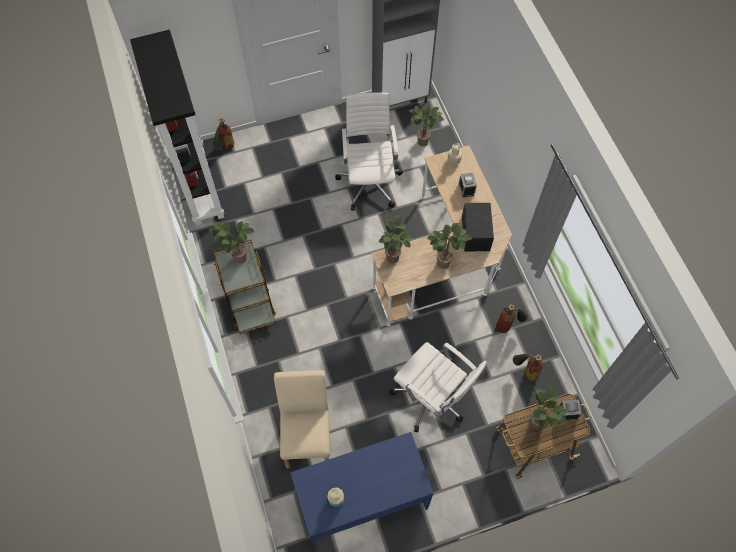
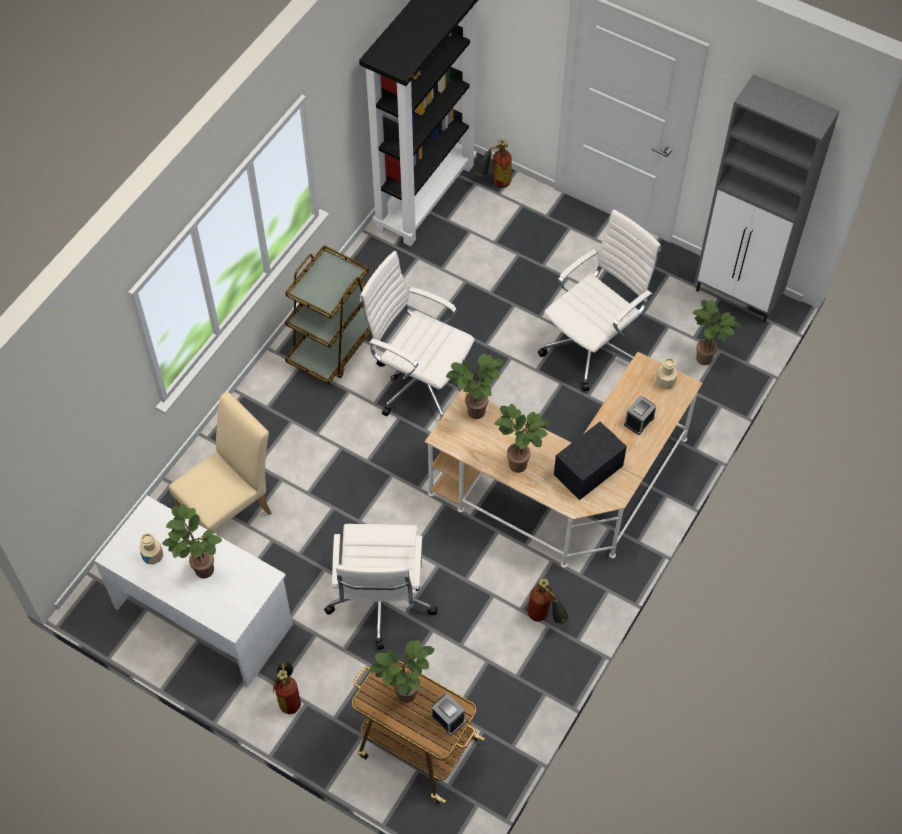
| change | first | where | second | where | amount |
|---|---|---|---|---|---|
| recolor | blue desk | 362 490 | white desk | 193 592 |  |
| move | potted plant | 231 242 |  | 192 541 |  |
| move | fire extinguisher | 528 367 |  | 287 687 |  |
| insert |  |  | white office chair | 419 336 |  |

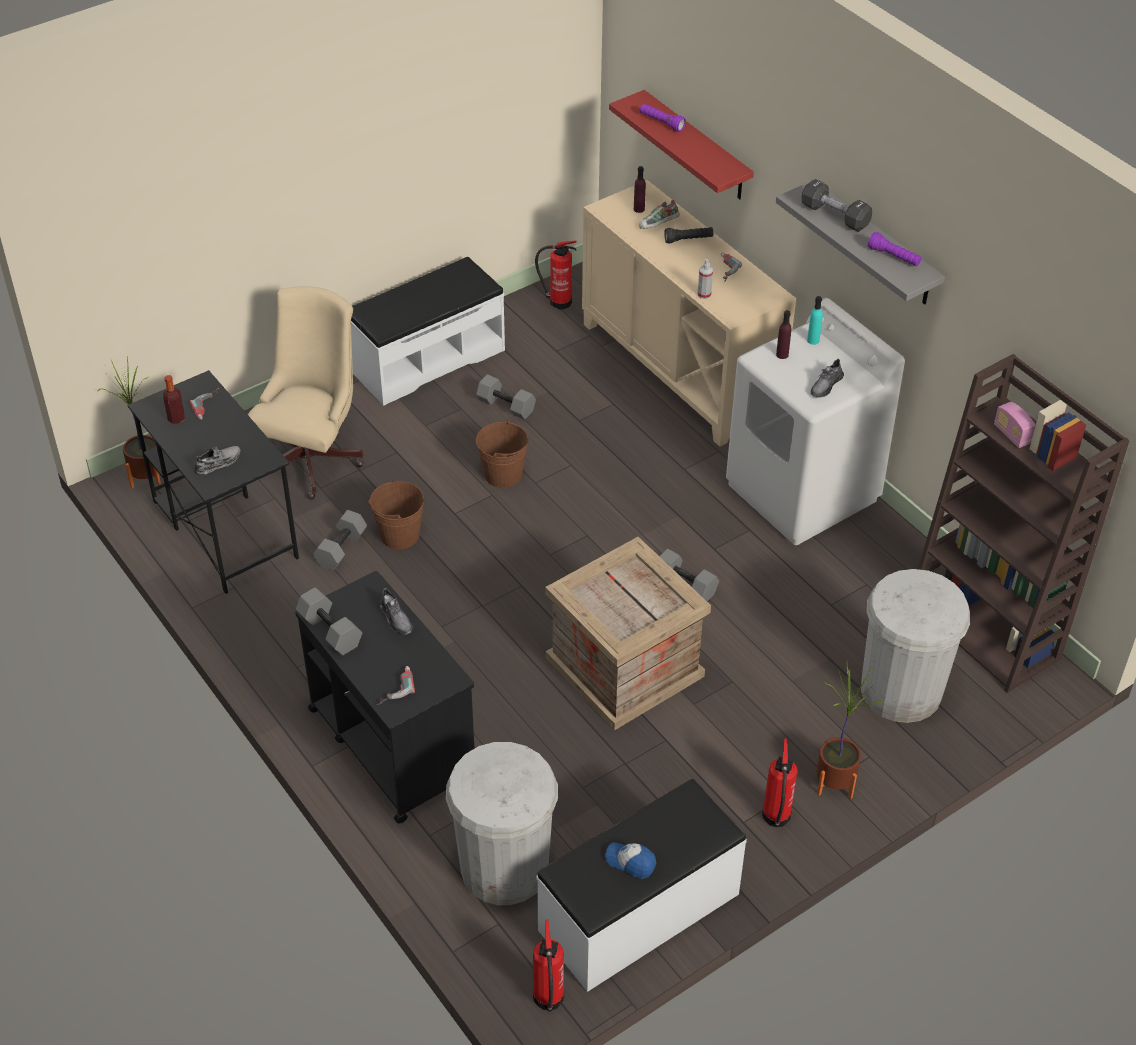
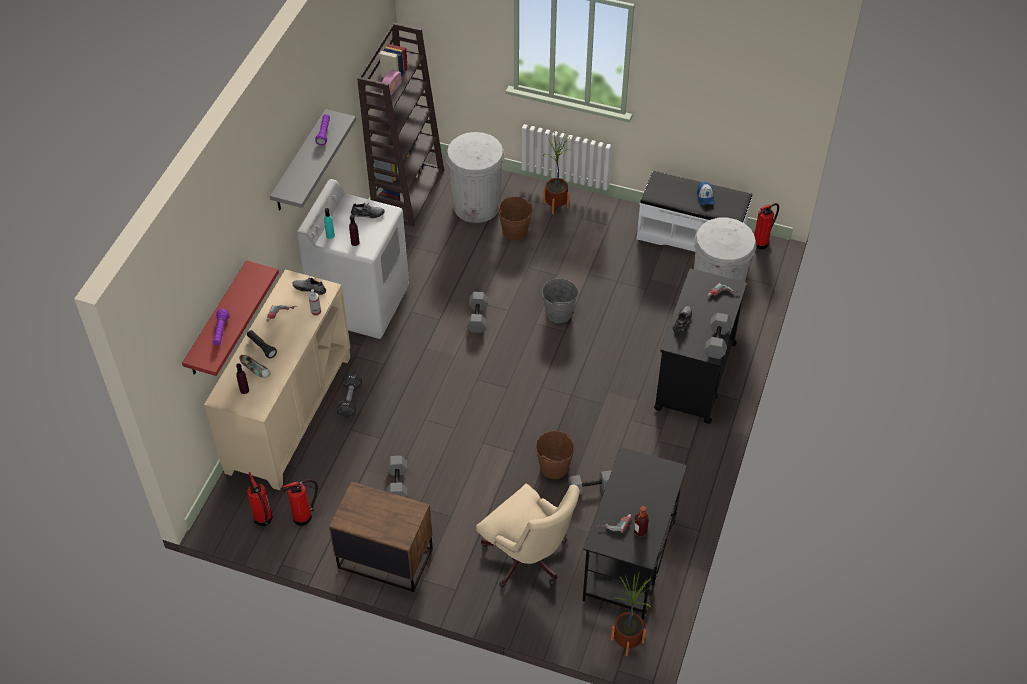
| change | first | where | second | where | amount |
|---|---|---|---|---|---|
| move | fire extinguisher | 780 782 |  | 300 502 |  |
| move | grey shoe | 217 460 |  | 309 286 |  |
| replace | white bench | 428 331 | brown nightstand | 381 536 |  |
| move | black dumbbell | 837 205 |  | 349 395 |  |
| rotate | beige office chair | 305 392 |  | 528 535 | 120 degrees counterclockwise |
| move | brown bucket | 502 454 |  | 515 219 |  |
| replace | crate | 628 633 | grey bucket | 560 300 |  |

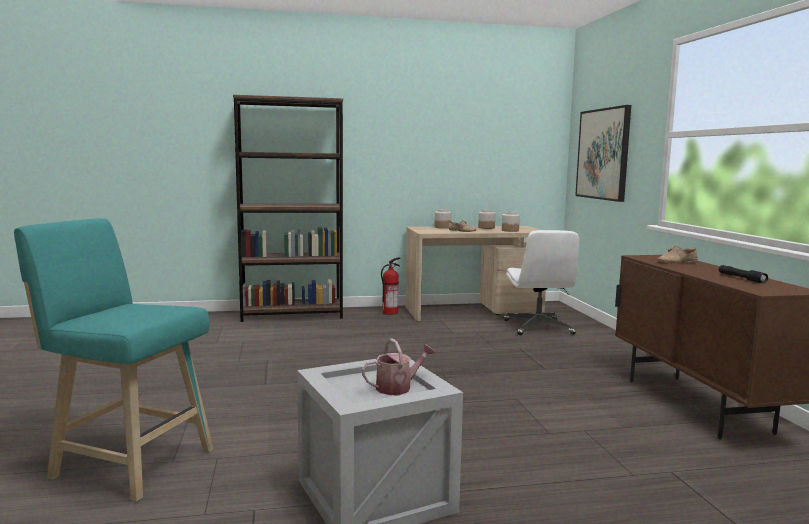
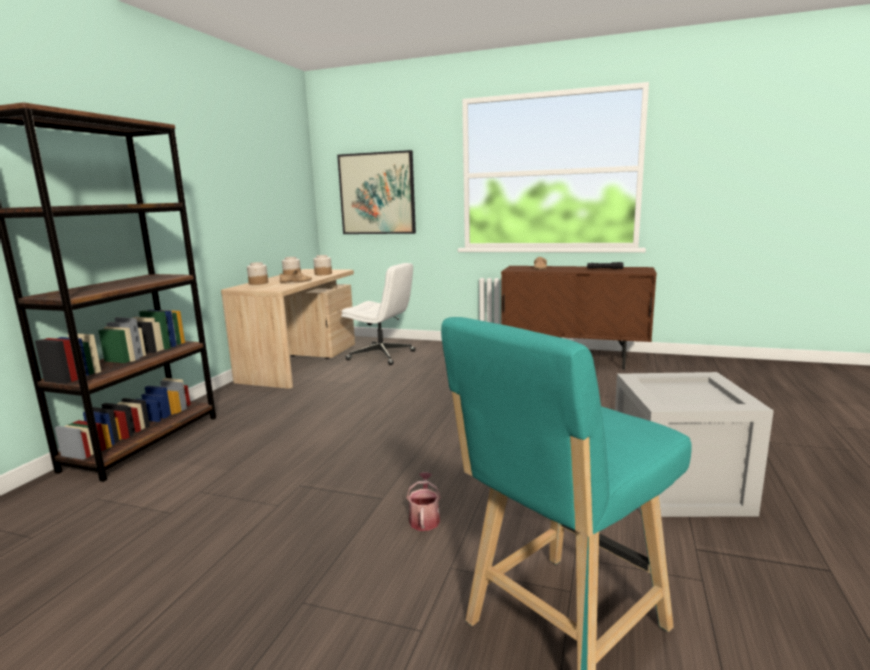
| change | first | where | second | where | amount |
|---|---|---|---|---|---|
| move | watering can | 399 366 |  | 423 501 |  |
| delete | fire extinguisher | 391 286 |  |  |  |

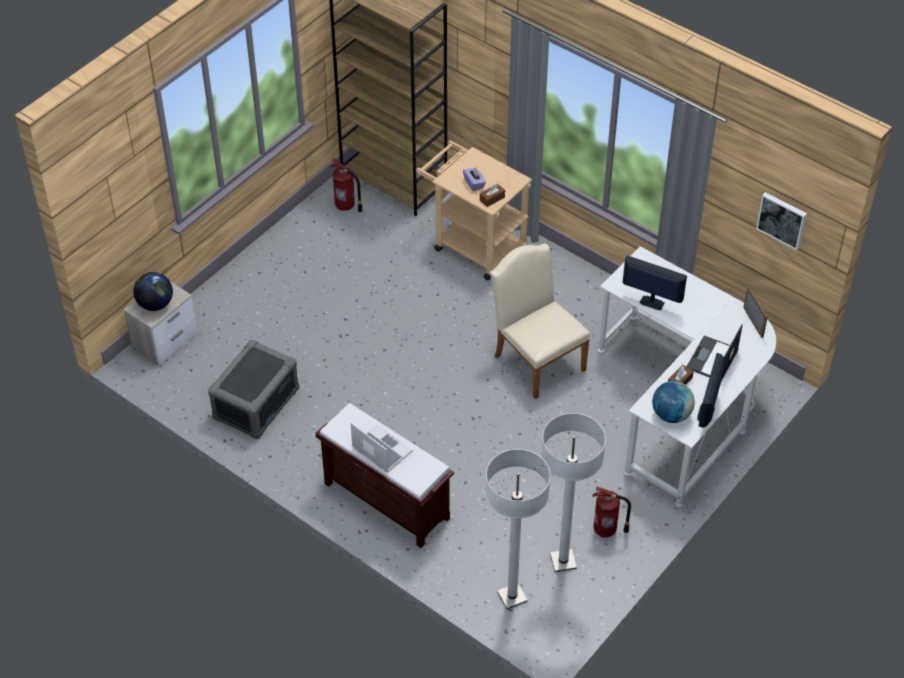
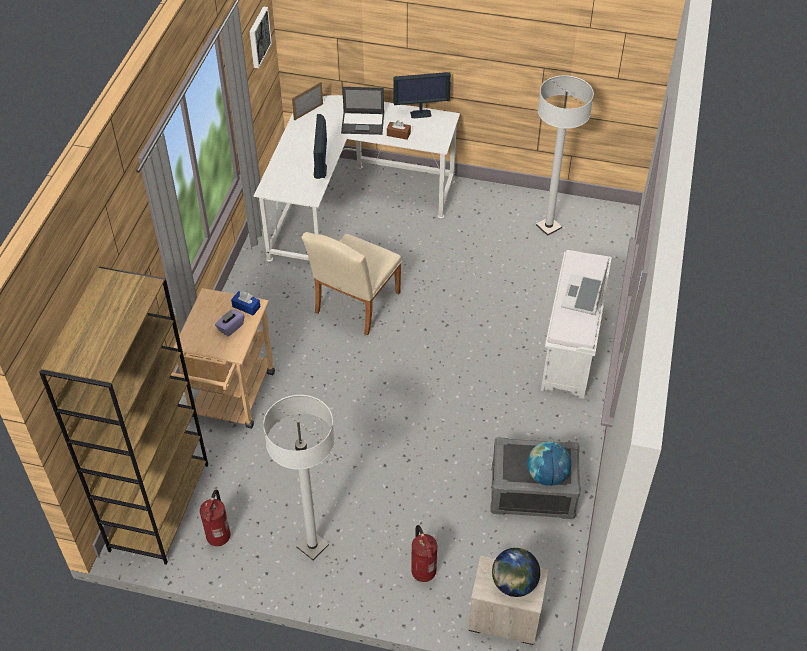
| change | first | where | second | where | amount |
|---|---|---|---|---|---|
| recolor | brown tissue box | 492 195 | blue tissue box | 245 303 |  |
| move | white floor lamp | 518 529 |  | 299 477 |  |
| move | fire extinguisher | 611 512 |  | 424 553 |  |
| move | globe | 673 402 |  | 549 464 |  |
| recolor | brown bench | 384 475 | white bench | 576 324 |  |

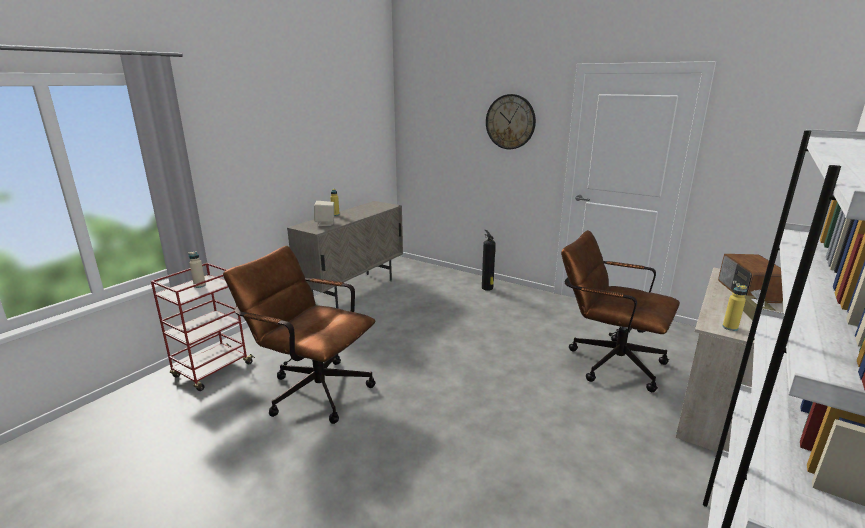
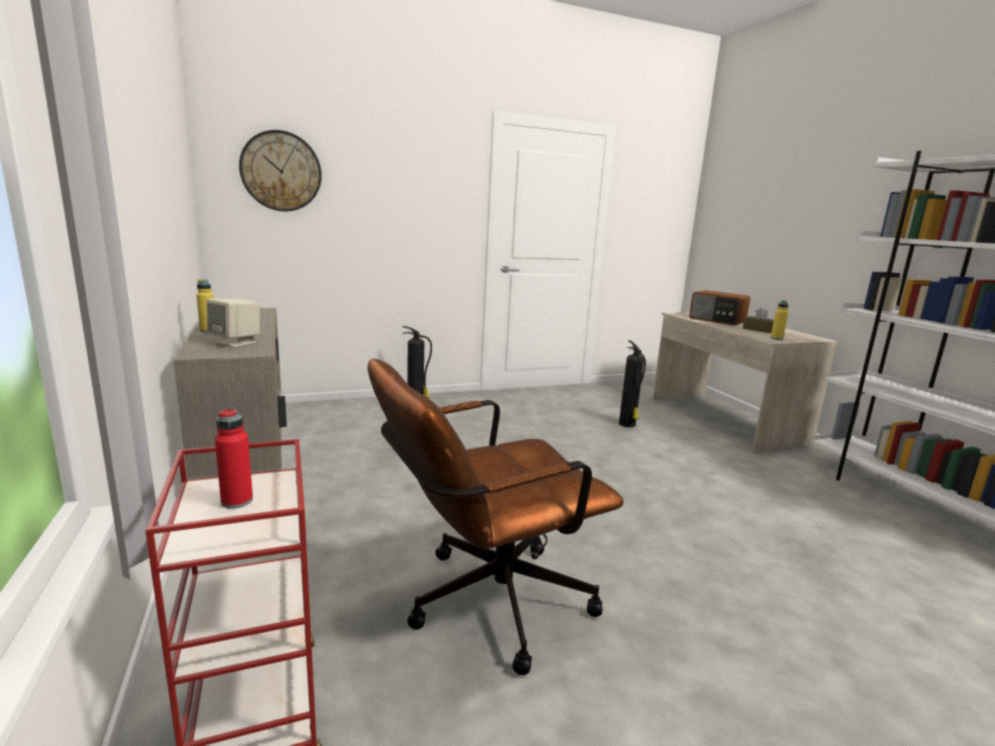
| change | first | where | second | where | amount |
|---|---|---|---|---|---|
| recolor | beige bottle | 197 269 | red bottle | 234 458 |  |
| move | wall clock | 511 121 |  | 280 170 |  |
| replace | brown office chair | 620 311 | fire extinguisher | 632 383 |  |

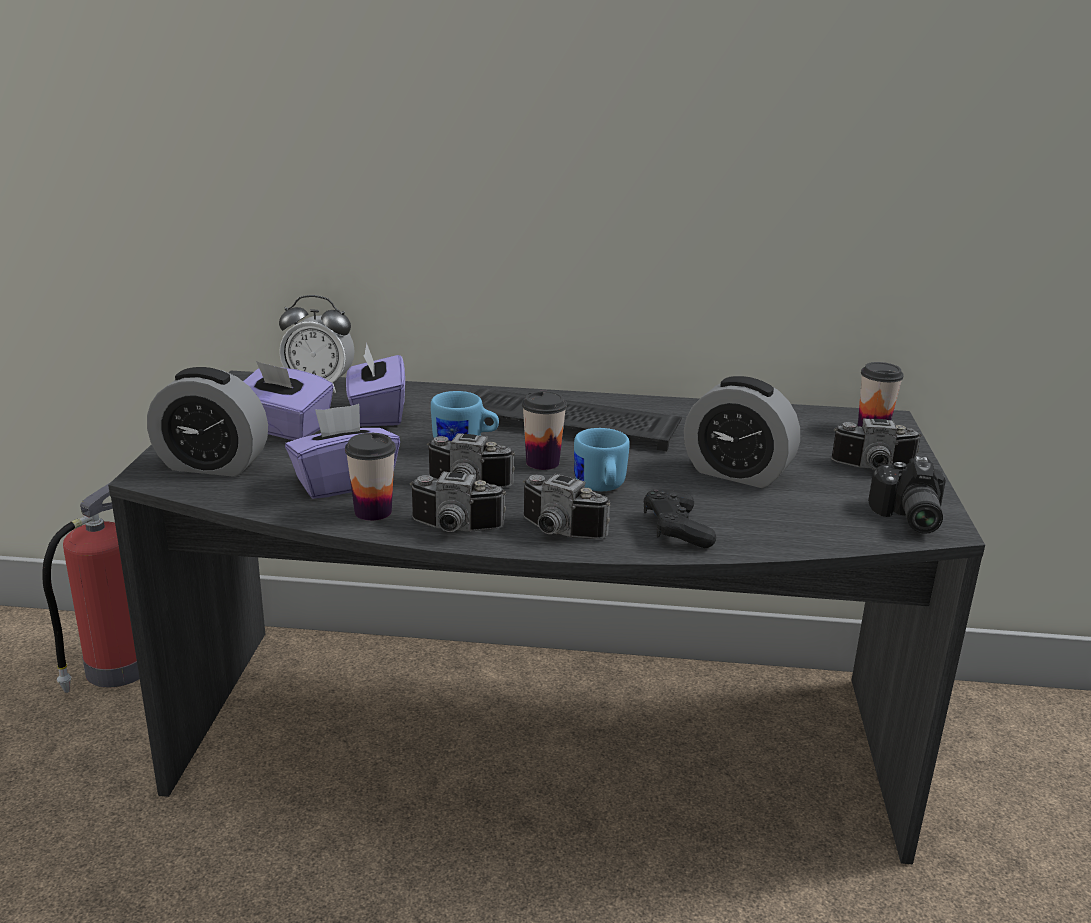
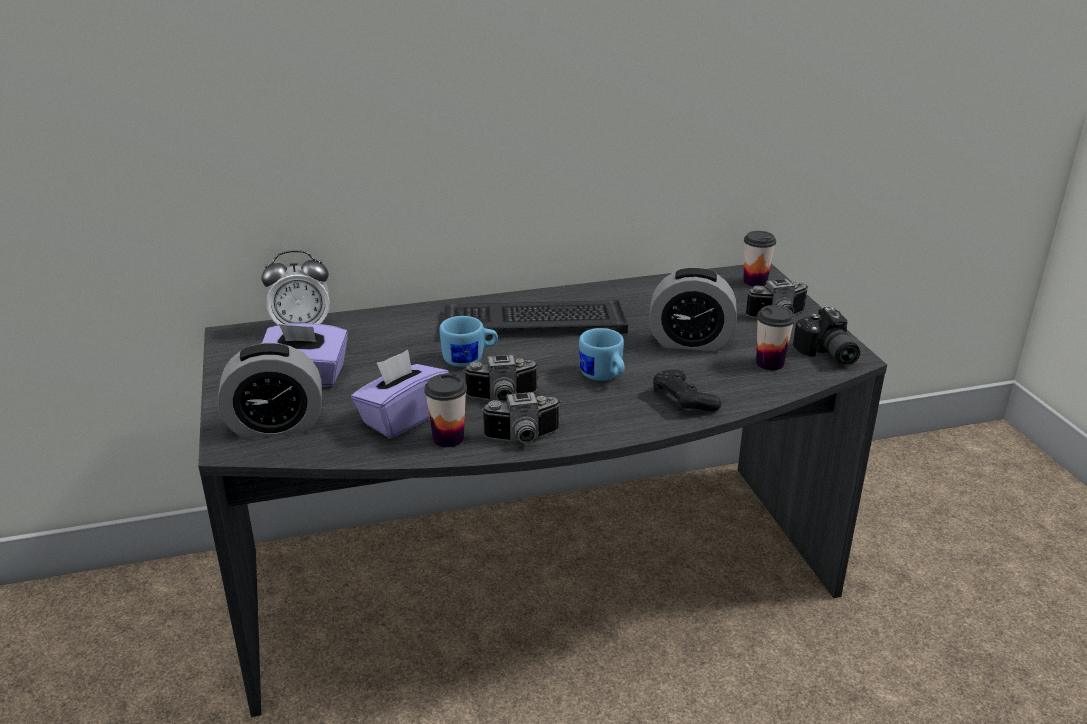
| change | first | where | second | where | amount |
|---|---|---|---|---|---|
| move | cup | 544 430 |  | 775 338 |  |
| delete | fire extinguisher | 91 587 |  |  |  |
| delete | purple tissue box | 375 384 |  |  |  |
| delete | photo camera | 567 506 |  |  |  |

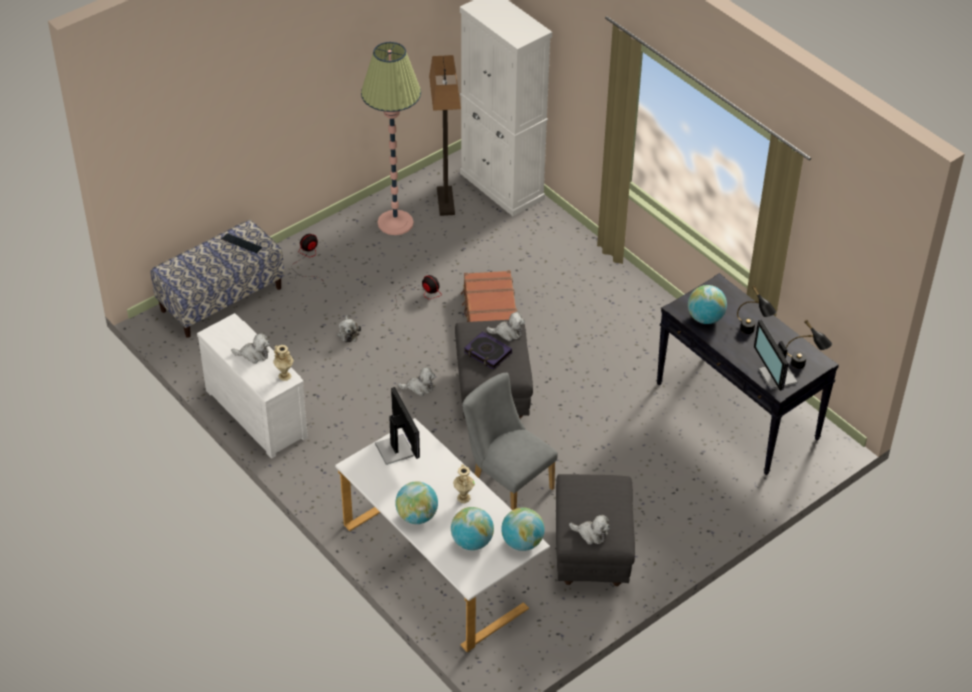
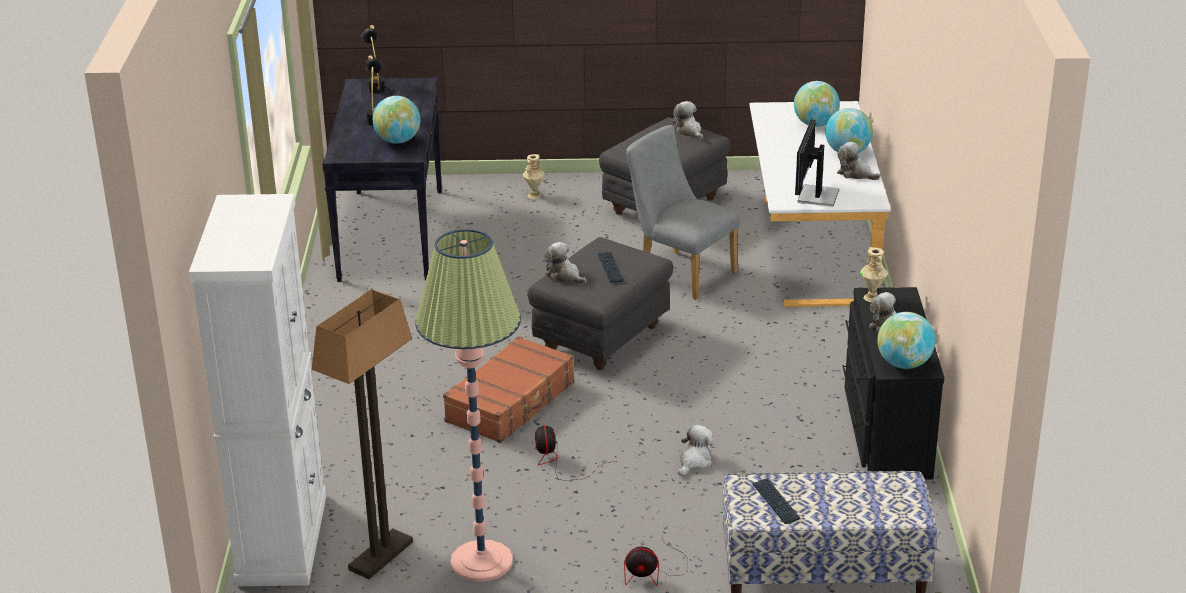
| change | first | where | second | where | amount |
|---|---|---|---|---|---|
| move | beige vase | 464 483 |  | 534 176 |  |
| replace | book | 488 350 | keyboard | 610 267 |  |
| rotate | grey chair | 510 441 |  | 683 212 | 135 degrees clockwise |
| move | plush toy | 416 381 |  | 859 161 |  |
| recolor | white dresser | 252 386 | black dresser | 893 383 |  |
| move | globe | 523 529 |  | 906 340 |  |
| delete | monitor | 776 355 |  |  |  |

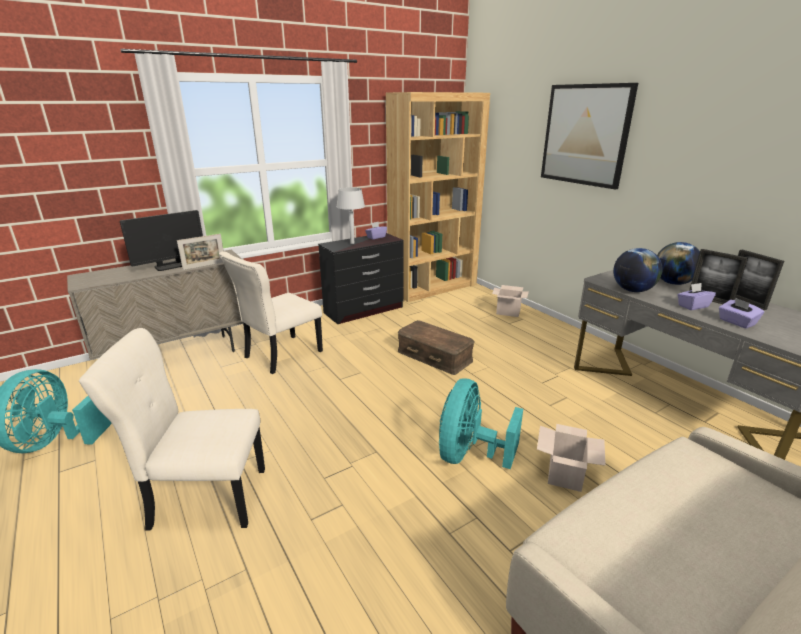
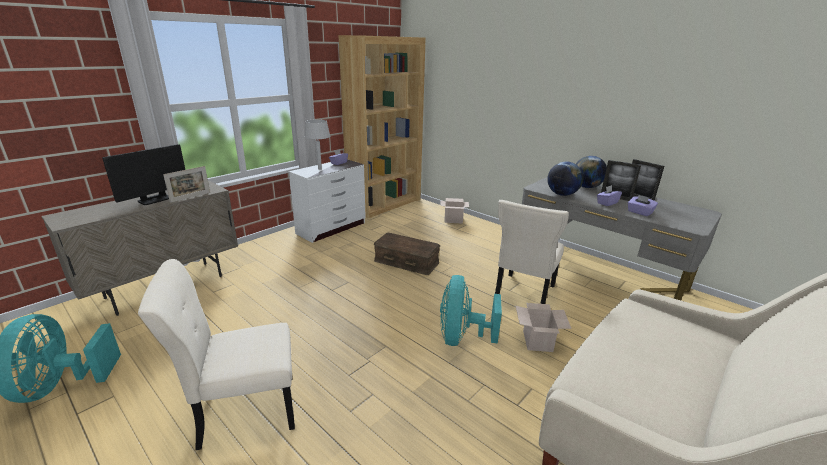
| change | first | where | second | where | amount |
|---|---|---|---|---|---|
| recolor | black dresser | 361 278 | white dresser | 327 201 |  |
| move | beige chair | 271 312 |  | 532 252 |  |
| delete | picture | 589 136 |  |  |  |

